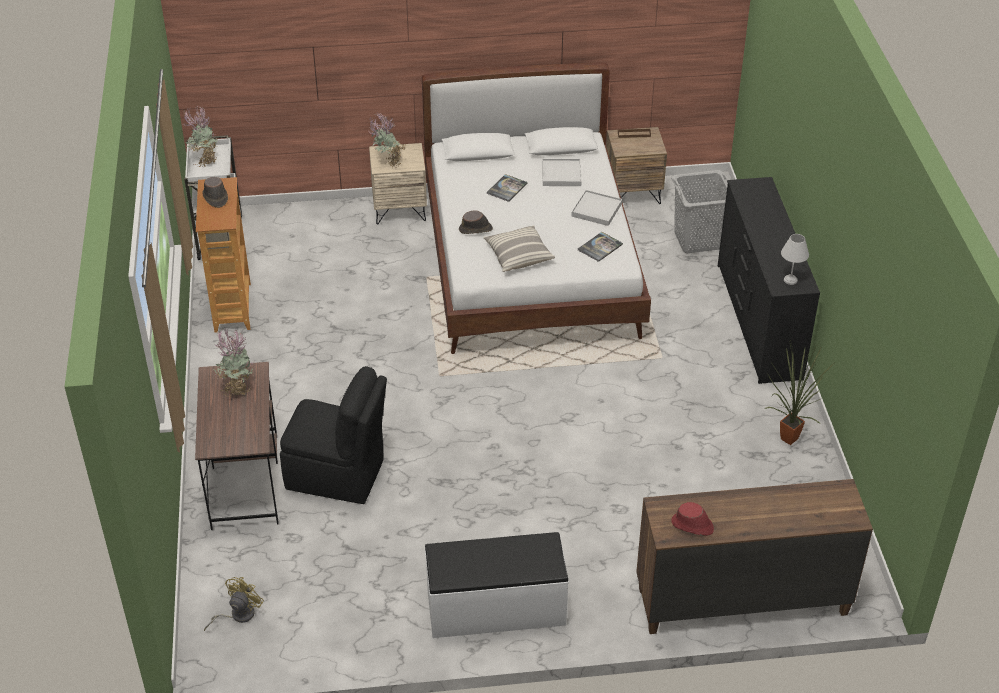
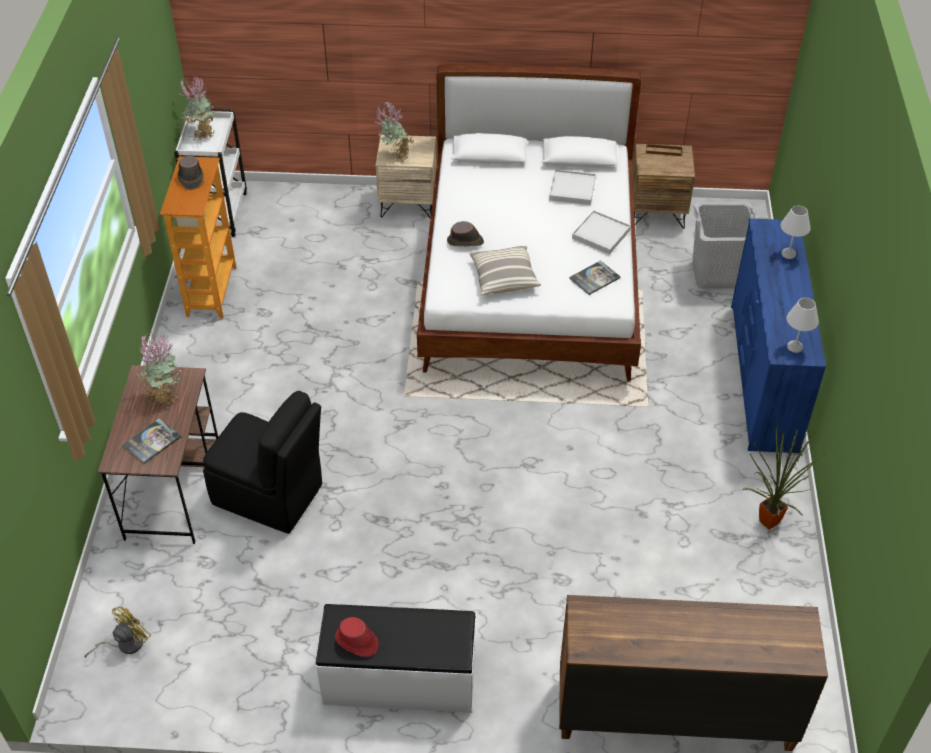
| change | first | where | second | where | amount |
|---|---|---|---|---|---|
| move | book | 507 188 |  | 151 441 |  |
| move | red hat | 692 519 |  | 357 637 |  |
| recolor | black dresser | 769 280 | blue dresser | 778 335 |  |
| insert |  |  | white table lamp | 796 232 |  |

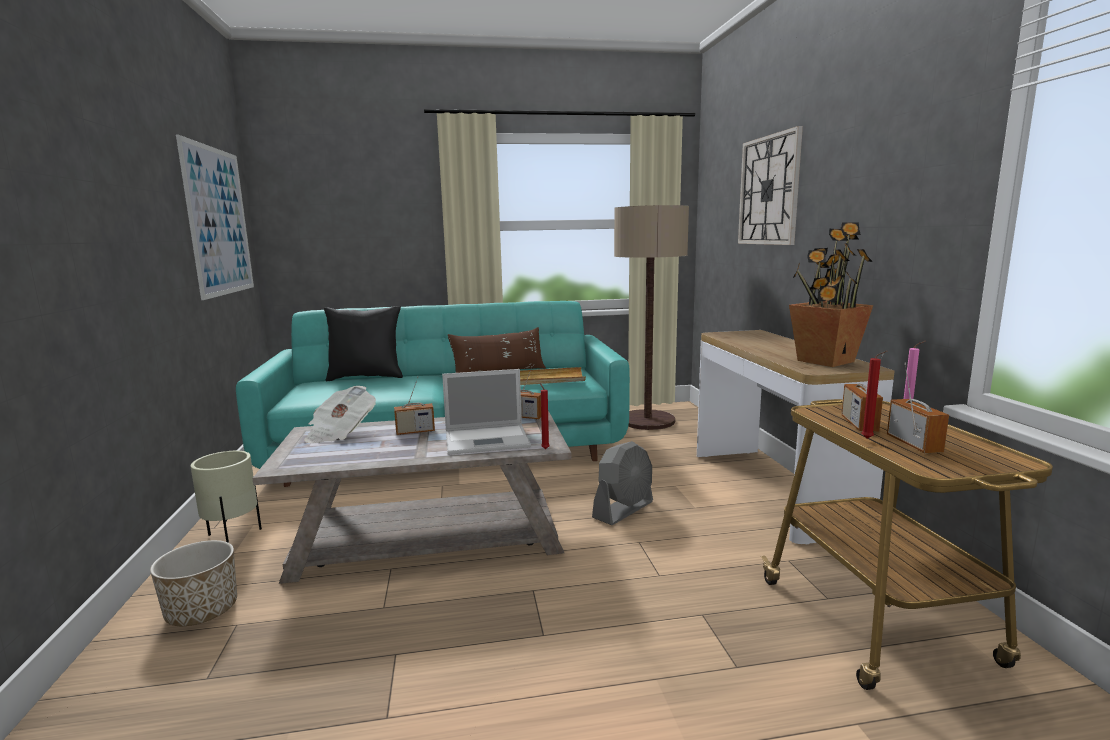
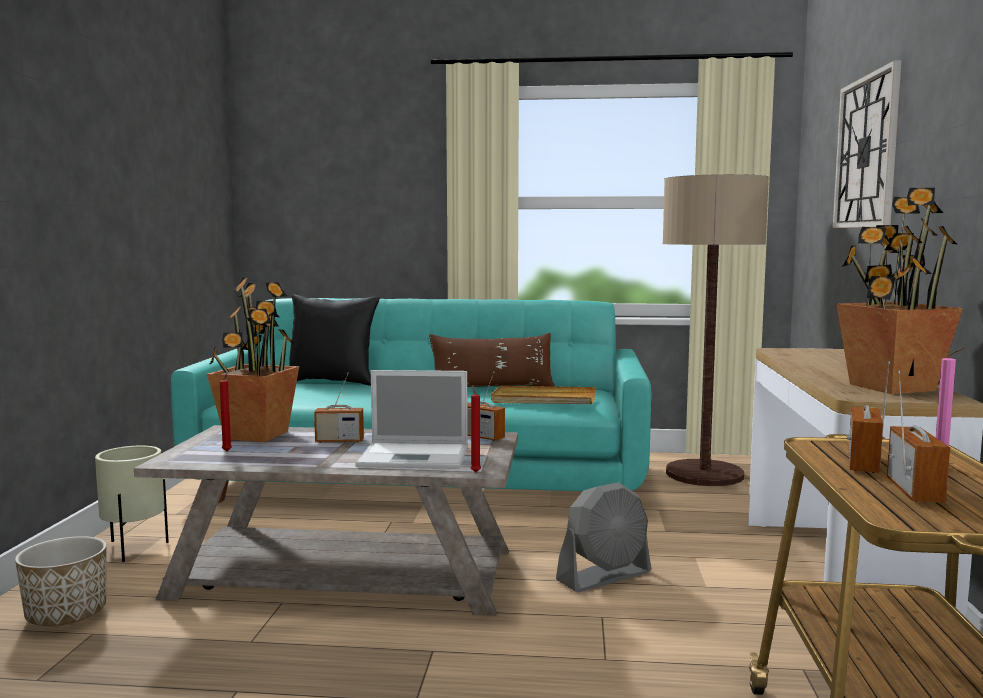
| change | first | where | second | where | amount |
|---|---|---|---|---|---|
| replace | newspaper | 340 415 | potted plant | 253 359 |  |
| move | red candle | 874 395 |  | 226 412 |  |
| delete | picture | 215 217 |  |  |  |

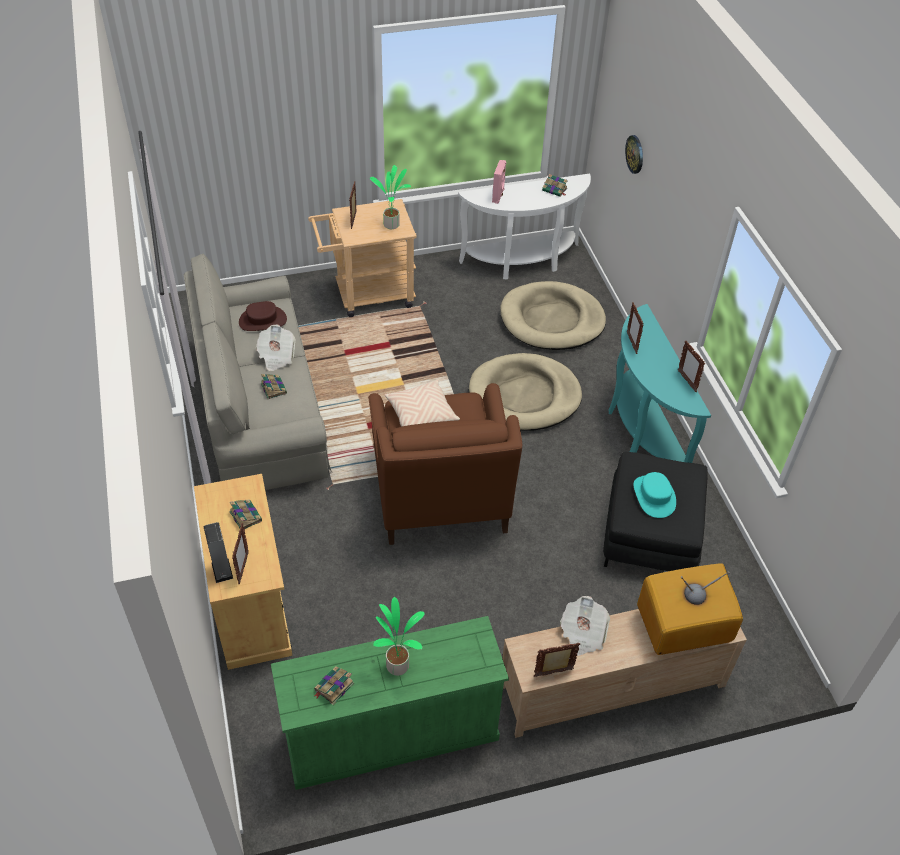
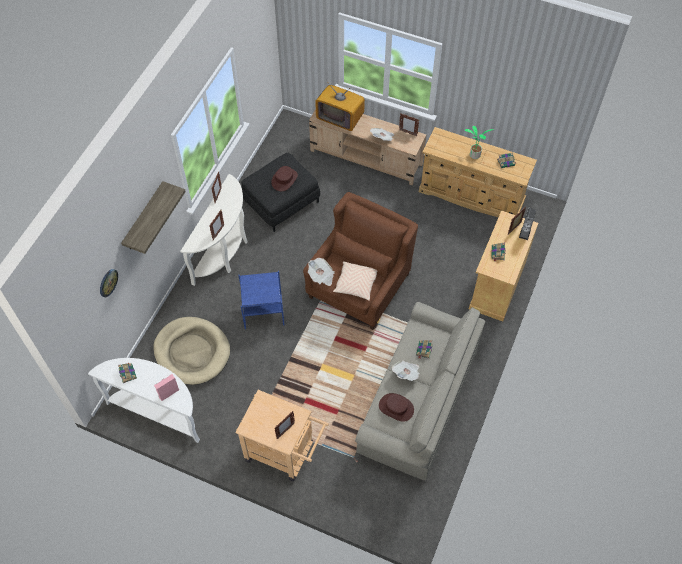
| change | first | where | second | where | amount |
|---|---|---|---|---|---|
| insert |  |  | shelf | 153 217 |  |
| recolor | turquoise console table | 660 383 | white console table | 213 230 |  |
| replace | beige dog bed | 525 392 | blue side table | 261 300 |  |
| recolor | turquoise hat | 655 495 | brown hat | 284 178 |  |
| insert |  |  | newspaper | 321 272 |  |
| recolor | green dresser | 390 703 | beige dresser | 478 172 |  |
| delete | potted plant | 390 197 |  |  |  |

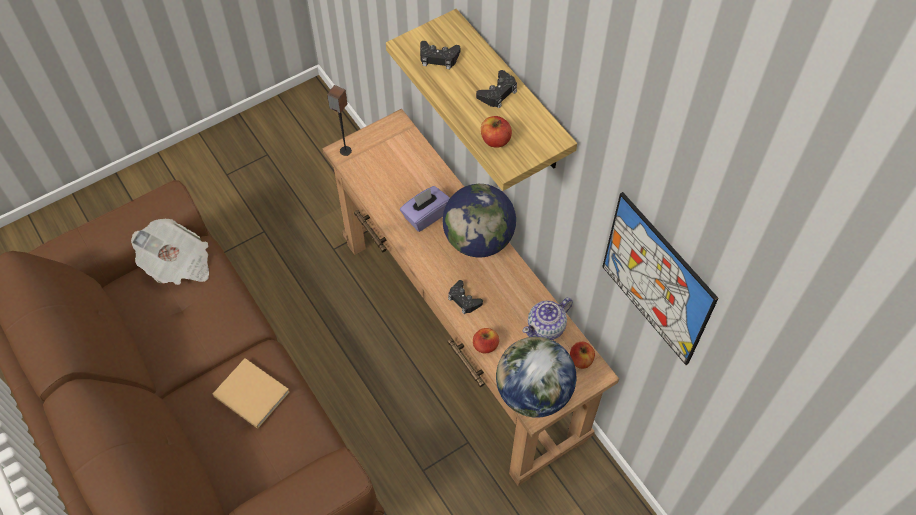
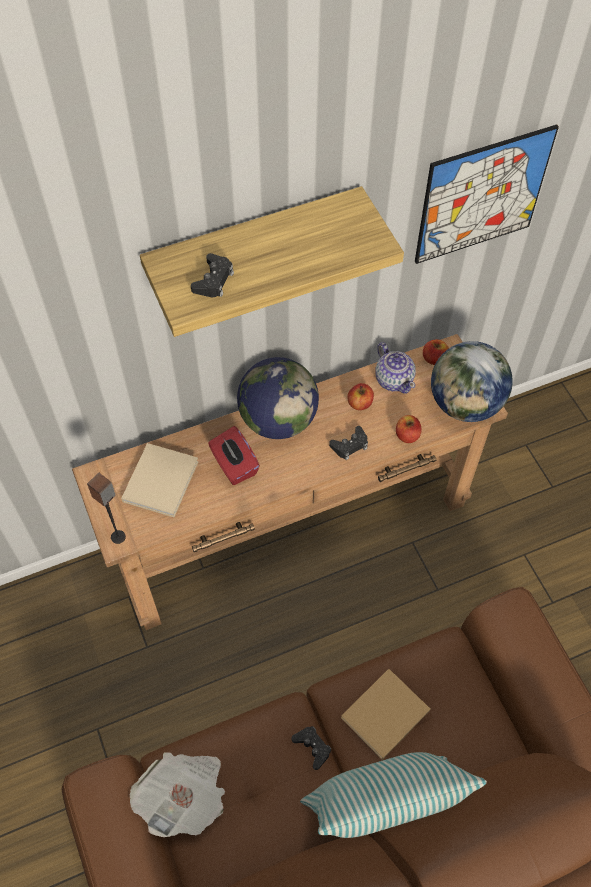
| change | first | where | second | where | amount |
|---|---|---|---|---|---|
| insert |  |  | beige book | 160 480 |  |
| recolor | purple tissue box | 425 209 | red tissue box | 234 455 |  |
| move | black game controller | 496 89 |  | 311 748 |  |
| insert |  |  | pillow | 393 795 |  |
| move | apple | 496 132 |  | 361 396 |  |

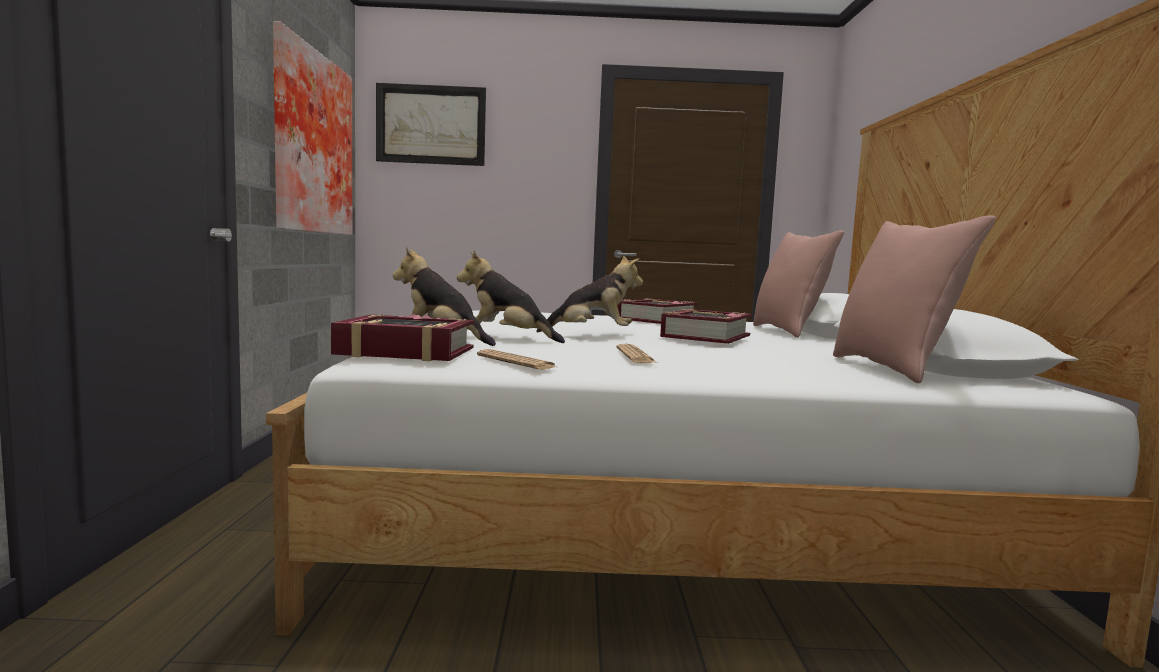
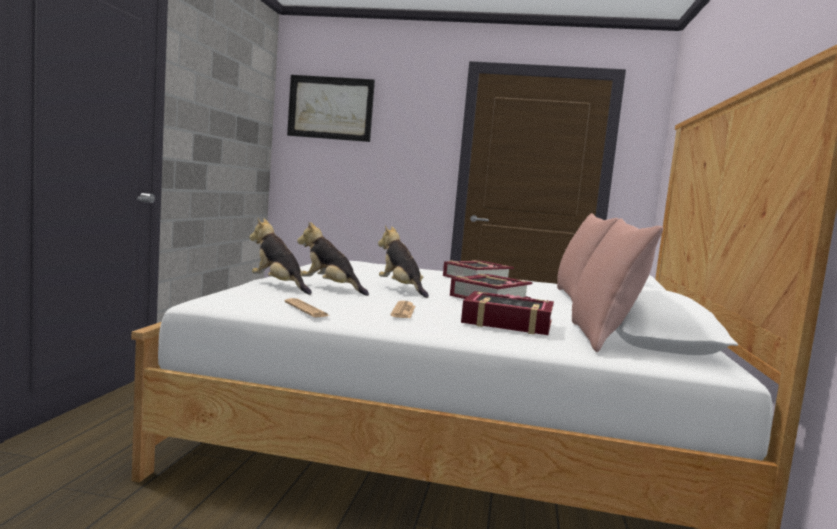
| change | first | where | second | where | amount |
|---|---|---|---|---|---|
| rotate | plush toy | 589 293 |  | 403 261 | 135 degrees counterclockwise |
| move | book | 402 338 |  | 507 313 |  |
| delete | picture | 312 128 |  |  |  |

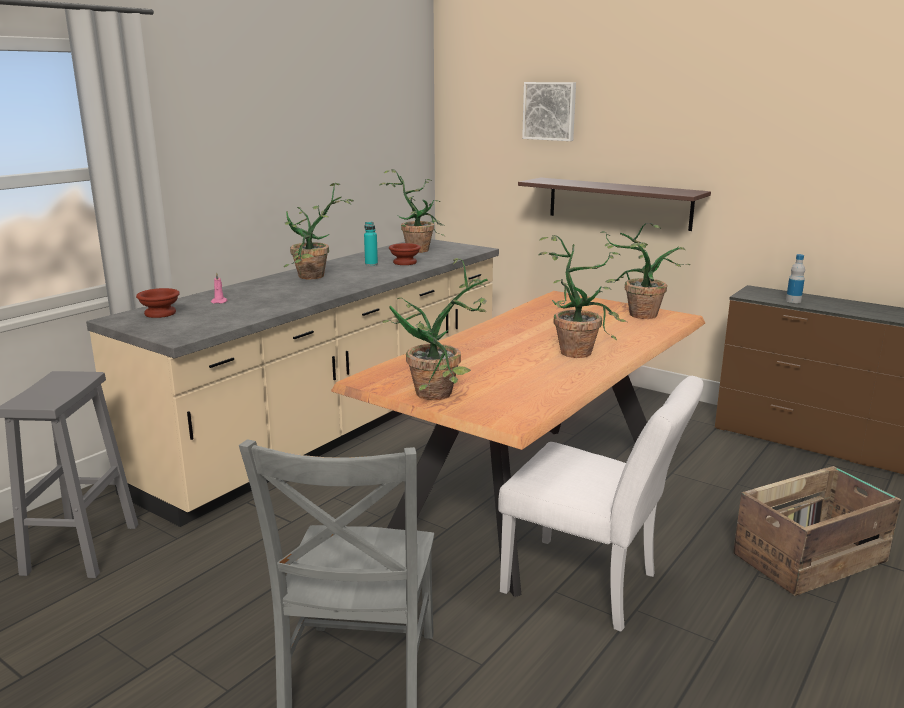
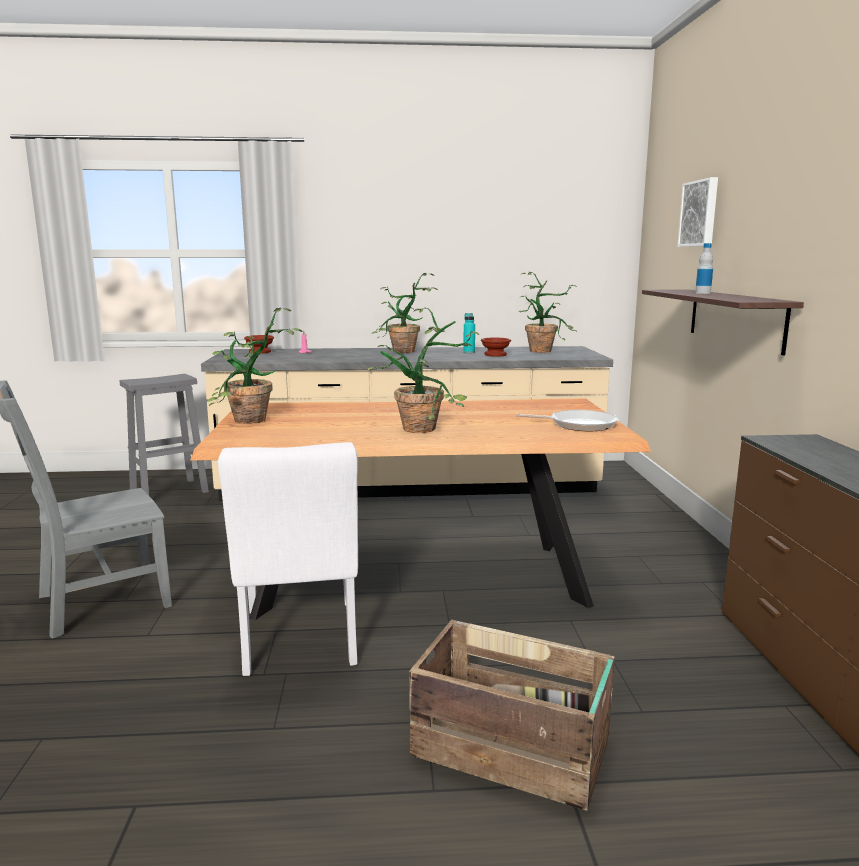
| change | first | where | second | where | amount |
|---|---|---|---|---|---|
| replace | potted plant | 645 271 | frying pan | 566 420 |  |
| move | bottle | 795 278 |  | 704 268 |  |

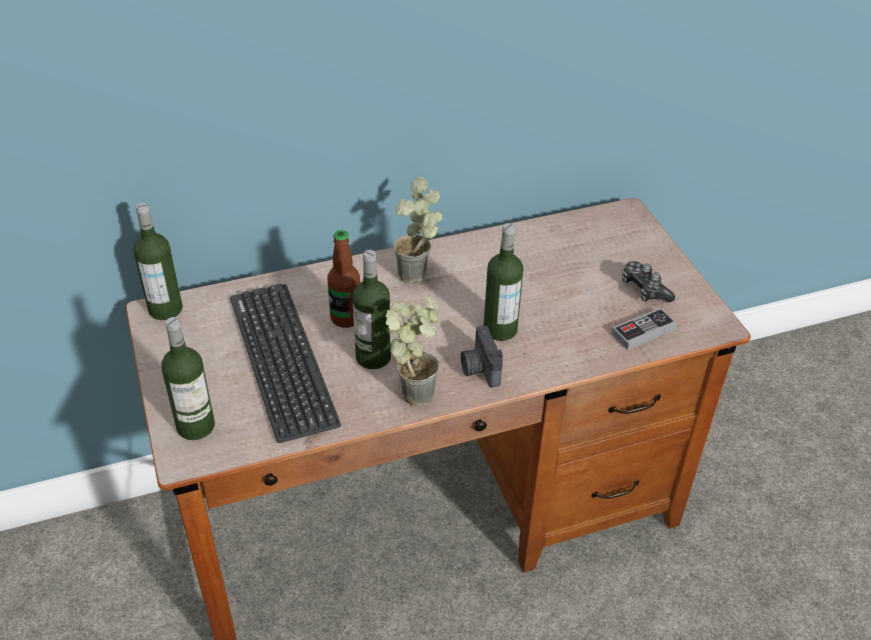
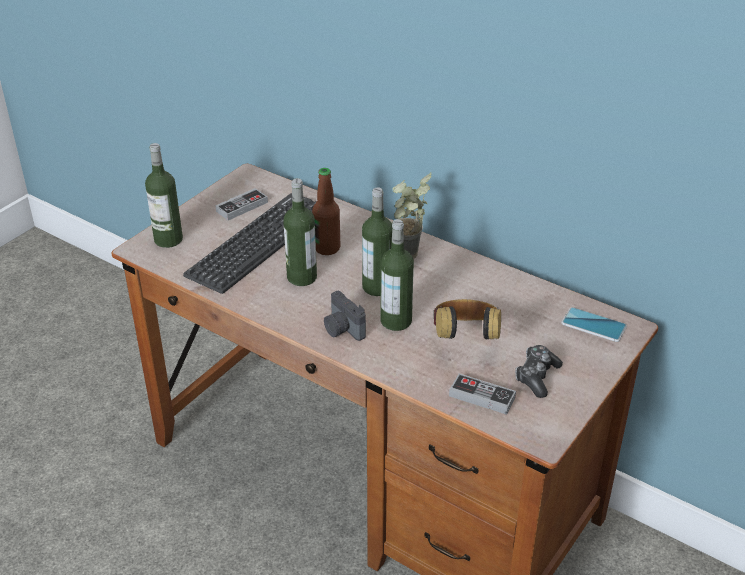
| change | first | where | second | where | amount |
|---|---|---|---|---|---|
| insert |  |  | game controller | 241 204 |  |
| rotate | photo camera | 482 356 |  | 345 316 | 75 degrees counterclockwise |
| move | bottle | 158 261 |  | 377 241 |  |
| insert |  |  | headphones | 467 319 |  |
| insert |  |  | phone | 594 324 |  |
| delete | potted plant | 412 351 |  |  |  |

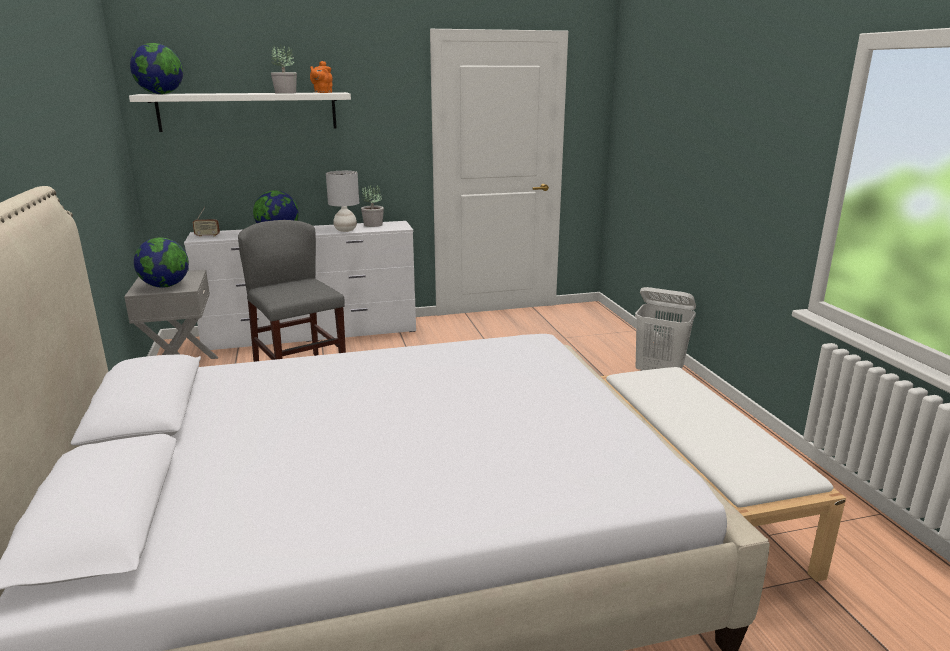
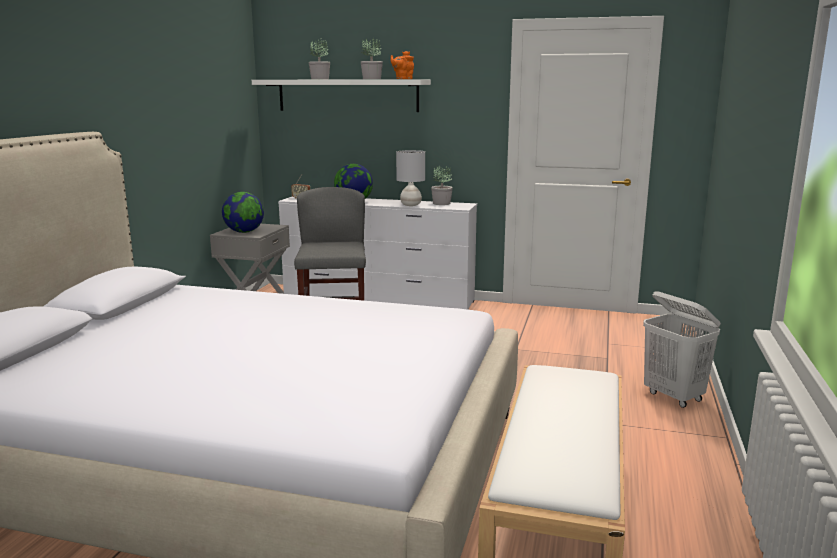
| change | first | where | second | where | amount |
|---|---|---|---|---|---|
| insert |  |  | potted plant | 319 58 |  |
| delete | globe | 156 68 |  |  |  |

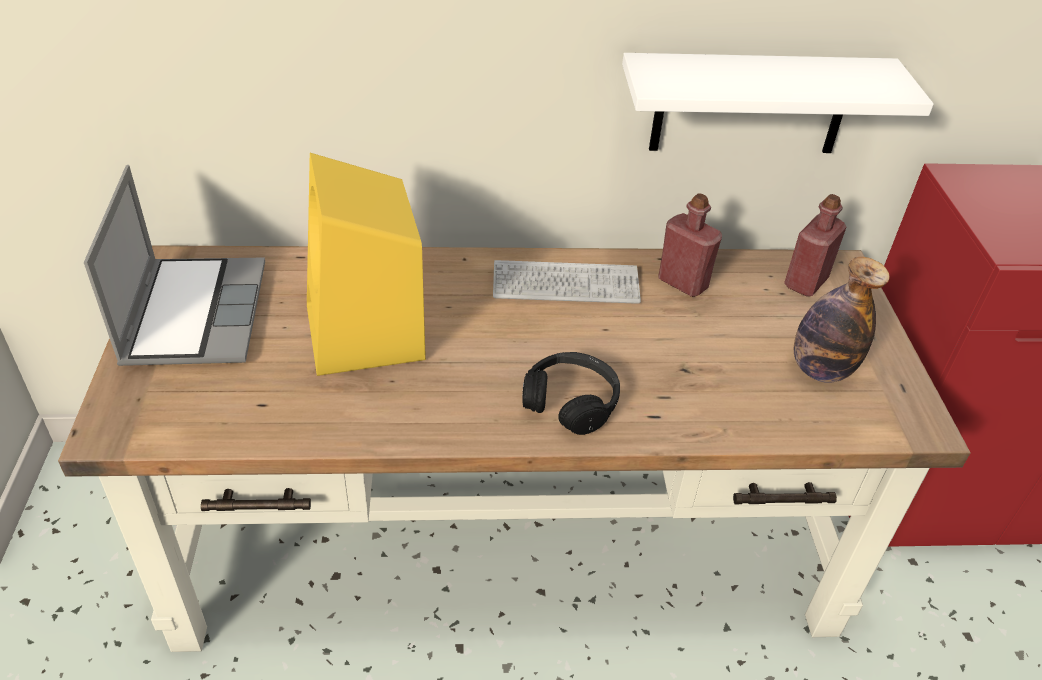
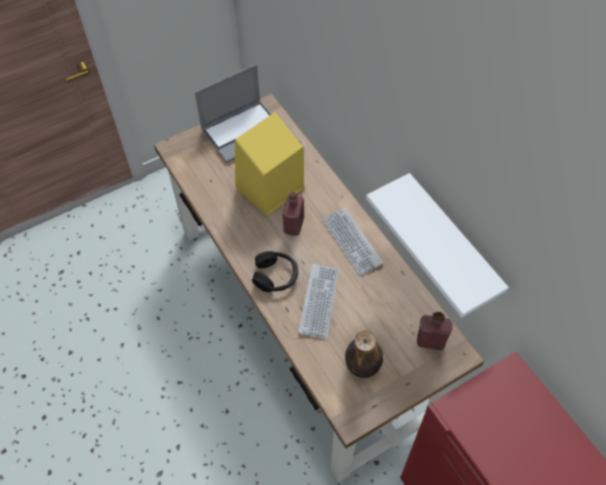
| change | first | where | second | where | amount |
|---|---|---|---|---|---|
| move | red bottle | 690 245 |  | 293 214 |  |
| insert |  |  | keyboard | 318 301 |  |

